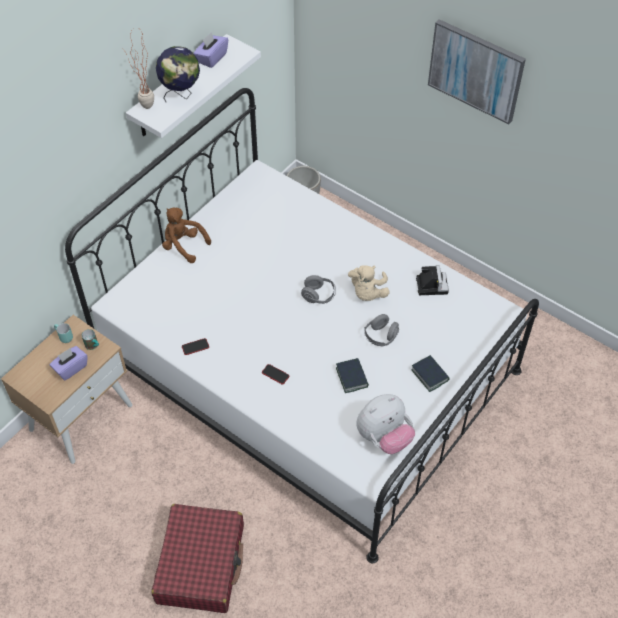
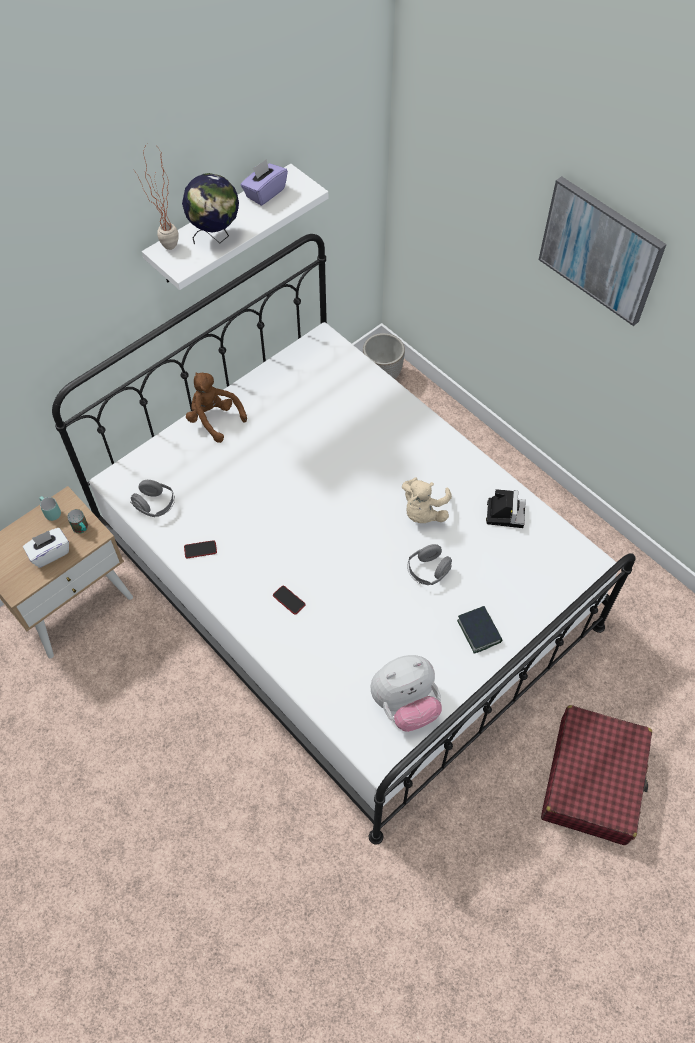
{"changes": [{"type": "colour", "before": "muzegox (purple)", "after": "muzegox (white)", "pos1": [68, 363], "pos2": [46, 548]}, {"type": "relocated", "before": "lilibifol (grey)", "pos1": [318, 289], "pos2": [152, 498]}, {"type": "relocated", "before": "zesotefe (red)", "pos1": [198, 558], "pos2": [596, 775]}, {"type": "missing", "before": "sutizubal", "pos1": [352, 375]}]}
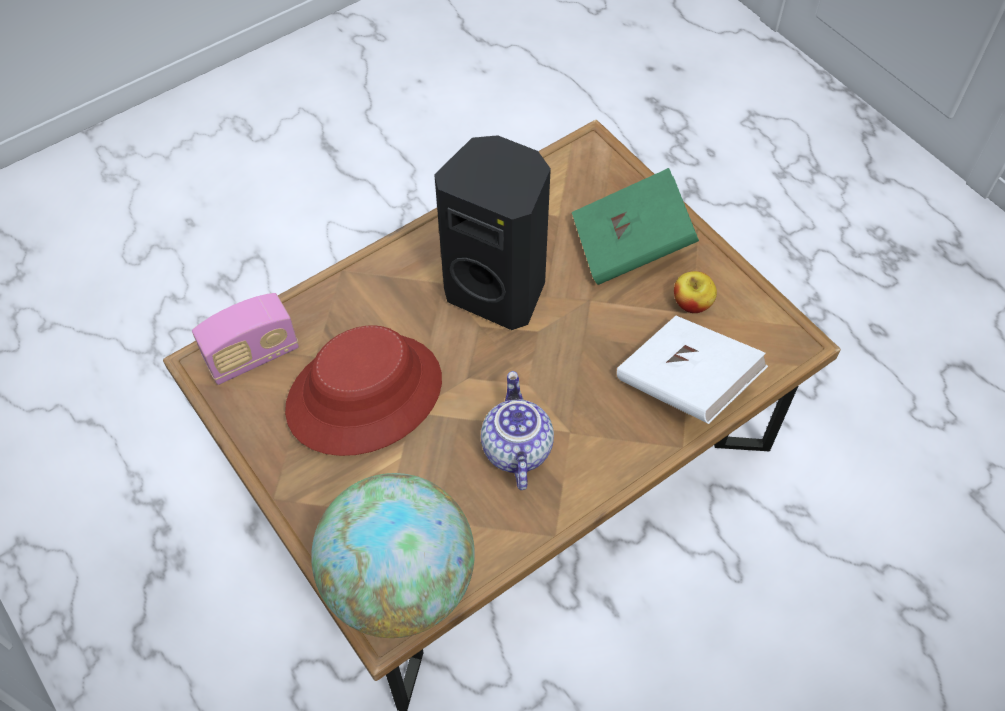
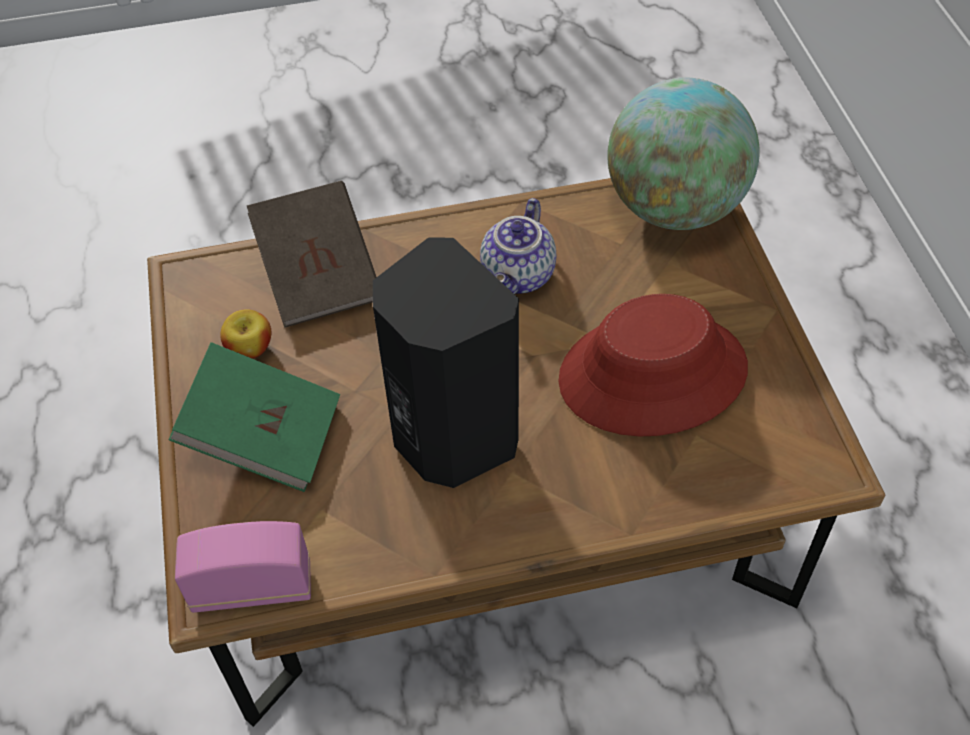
{"changes": [{"type": "relocated", "before": "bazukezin", "pos1": [245, 339], "pos2": [243, 567]}, {"type": "colour", "before": "sutizubal (white)", "after": "sutizubal (brown)", "pos1": [692, 370], "pos2": [312, 254]}]}
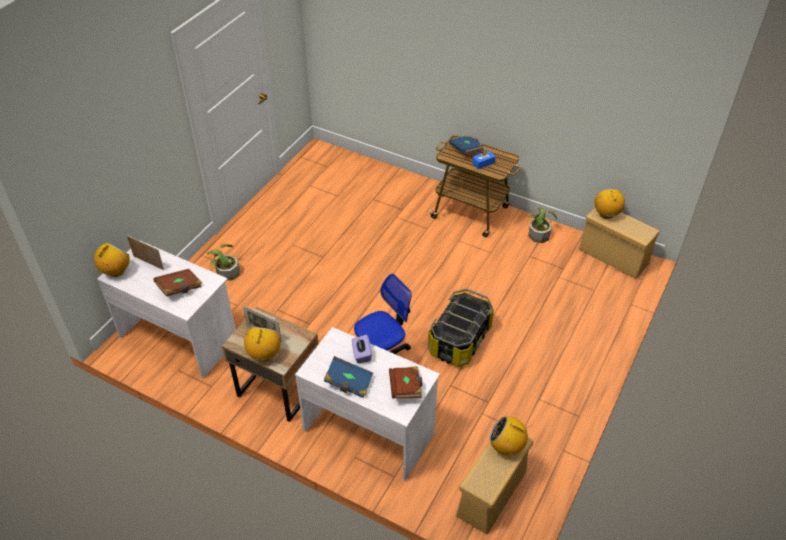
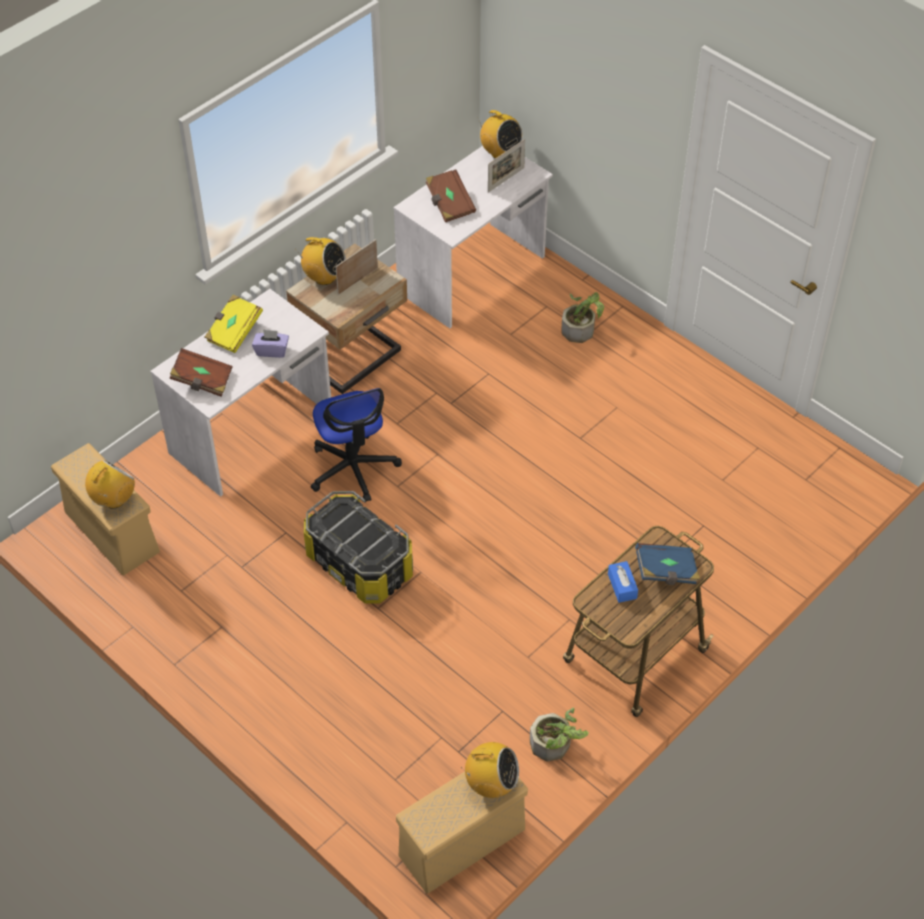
{"changes": [{"type": "colour", "before": "sutizubal (blue)", "after": "sutizubal (yellow)", "pos1": [348, 377], "pos2": [233, 323]}]}
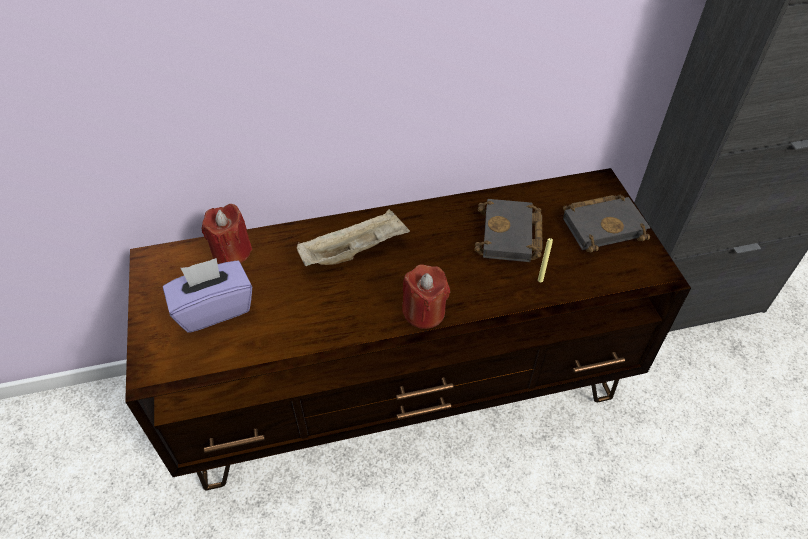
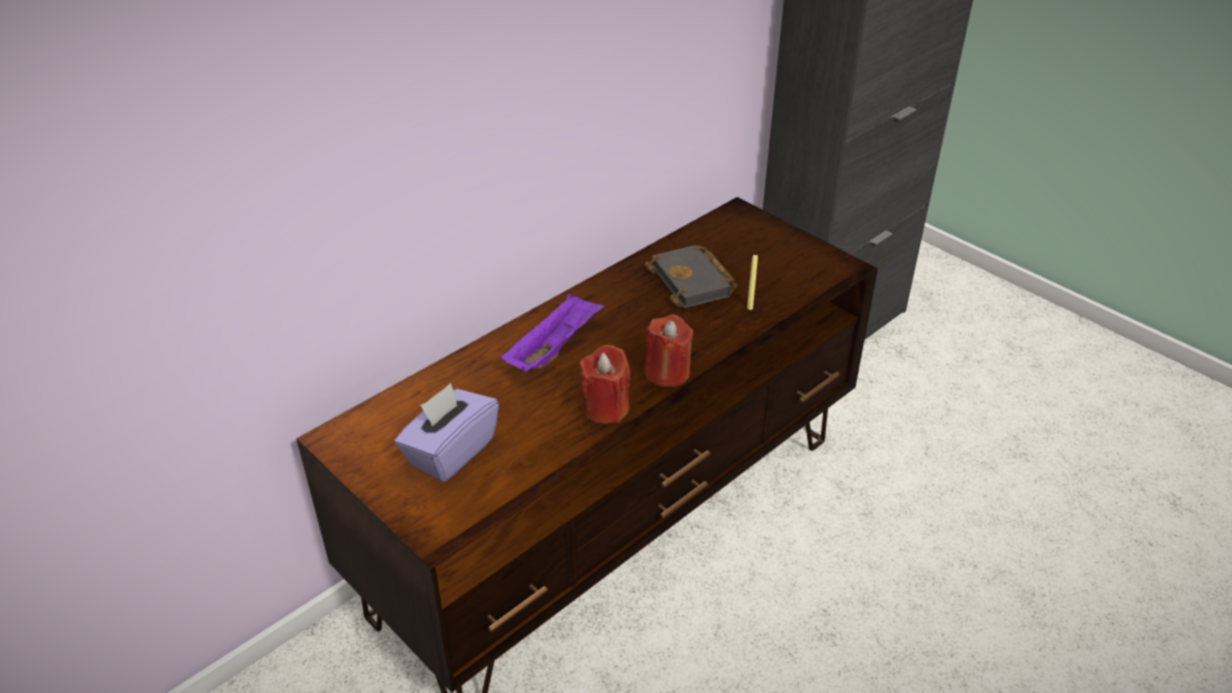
{"changes": [{"type": "colour", "before": "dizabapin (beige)", "after": "dizabapin (purple)", "pos1": [353, 237], "pos2": [553, 332]}, {"type": "relocated", "before": "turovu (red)", "pos1": [227, 234], "pos2": [605, 384]}, {"type": "missing", "before": "sutizubal (black)", "pos1": [607, 223]}]}
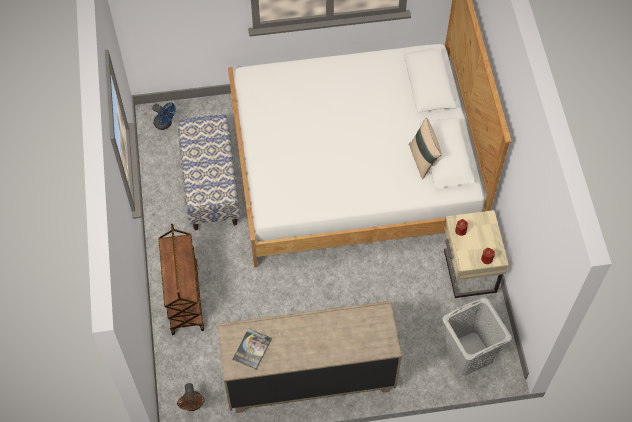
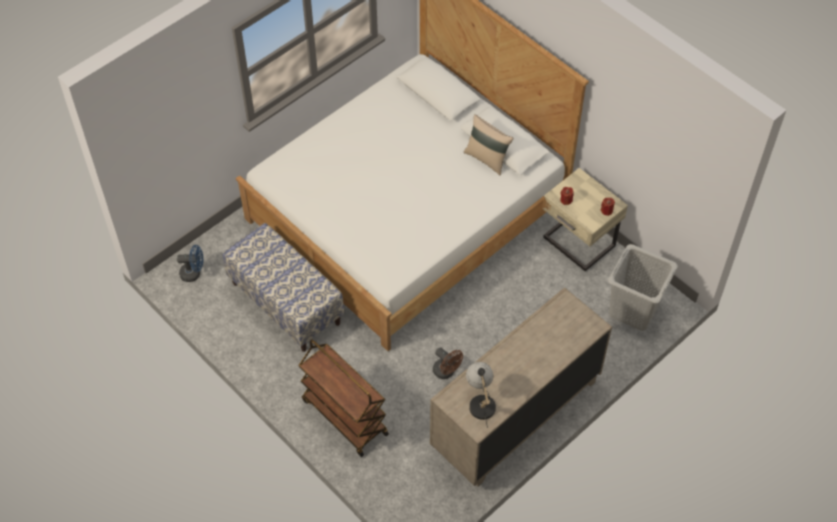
{"changes": [{"type": "relocated", "before": "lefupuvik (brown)", "pos1": [191, 397], "pos2": [448, 363]}, {"type": "exchanged", "before": "sutizubal", "after": "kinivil", "pos1": [252, 349], "pos2": [481, 395]}]}
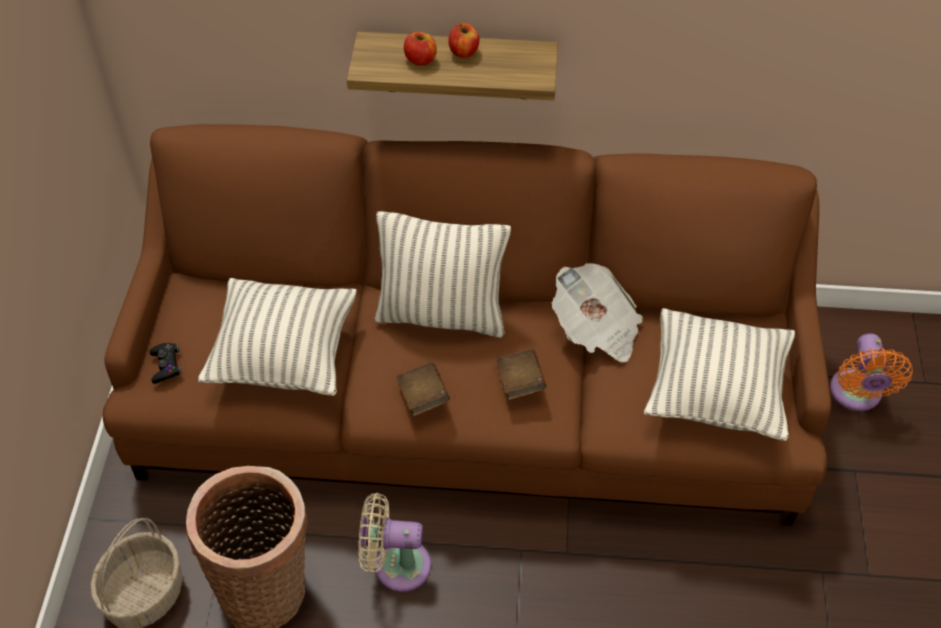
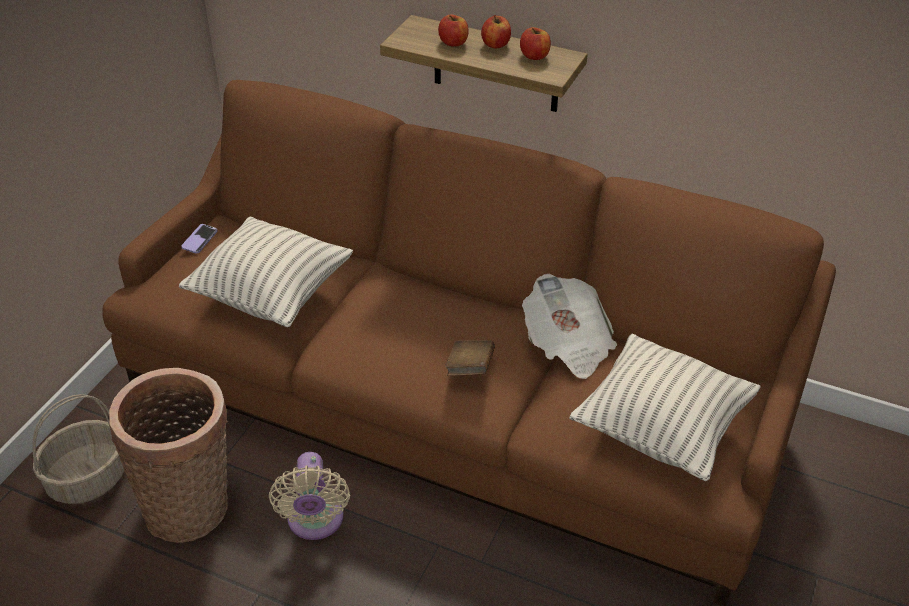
{"changes": [{"type": "appeared", "after": "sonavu", "pos2": [199, 239]}, {"type": "spun", "before": "lefupuvik (beige)", "pos1": [395, 542], "pos2": [309, 496], "turn": -120}, {"type": "appeared", "after": "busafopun", "pos2": [535, 43]}, {"type": "missing", "before": "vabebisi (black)", "pos1": [165, 363]}, {"type": "missing", "before": "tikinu", "pos1": [443, 274]}, {"type": "missing", "before": "sutizubal (brown)", "pos1": [423, 389]}, {"type": "missing", "before": "lefupuvik (orange)", "pos1": [871, 372]}]}
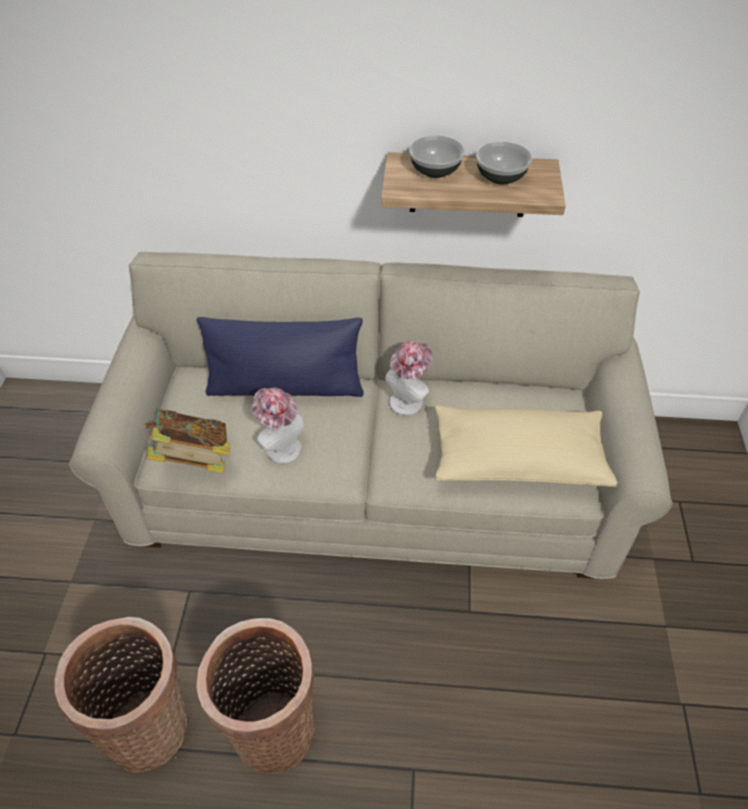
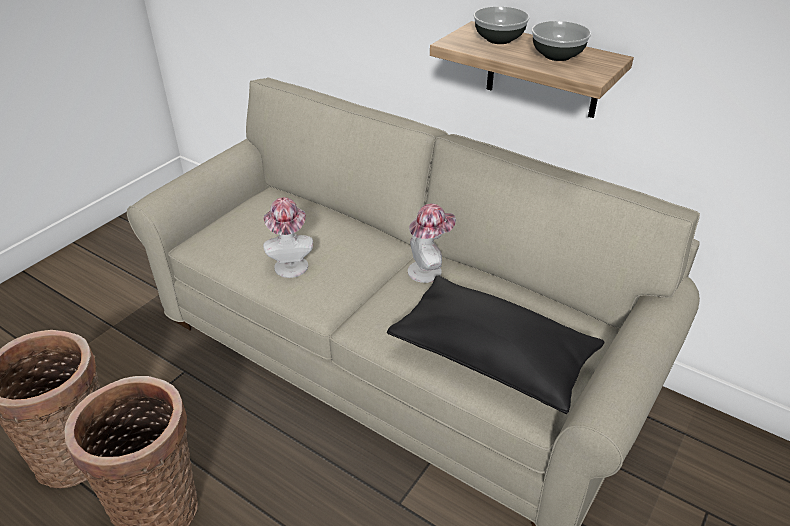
{"changes": [{"type": "colour", "before": "tikinu (beige)", "after": "tikinu (black)", "pos1": [526, 446], "pos2": [495, 344]}, {"type": "missing", "before": "sutizubal", "pos1": [187, 441]}, {"type": "missing", "before": "tikinu (blue)", "pos1": [280, 357]}]}
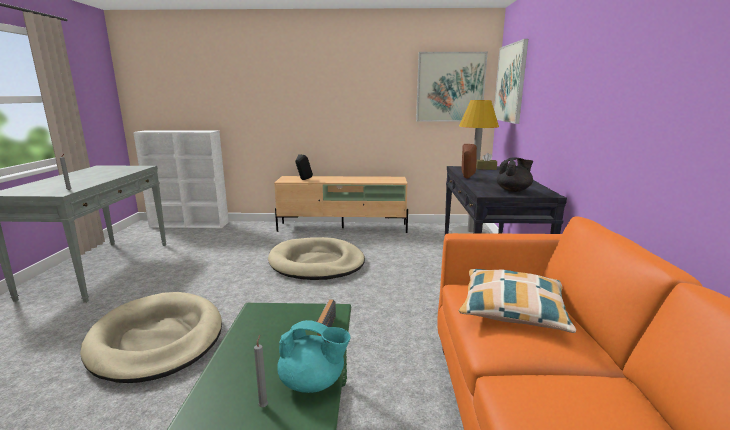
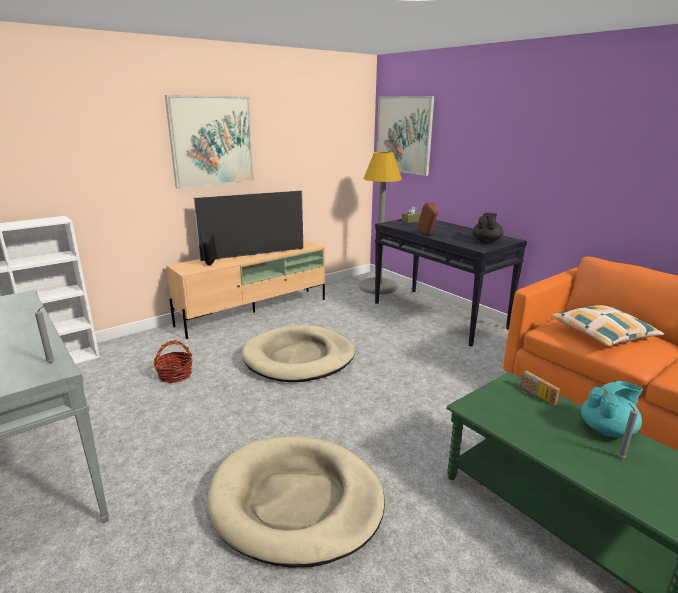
{"changes": [{"type": "appeared", "after": "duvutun", "pos2": [173, 361]}, {"type": "relocated", "before": "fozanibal", "pos1": [452, 87], "pos2": [209, 142]}, {"type": "appeared", "after": "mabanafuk", "pos2": [248, 225]}]}
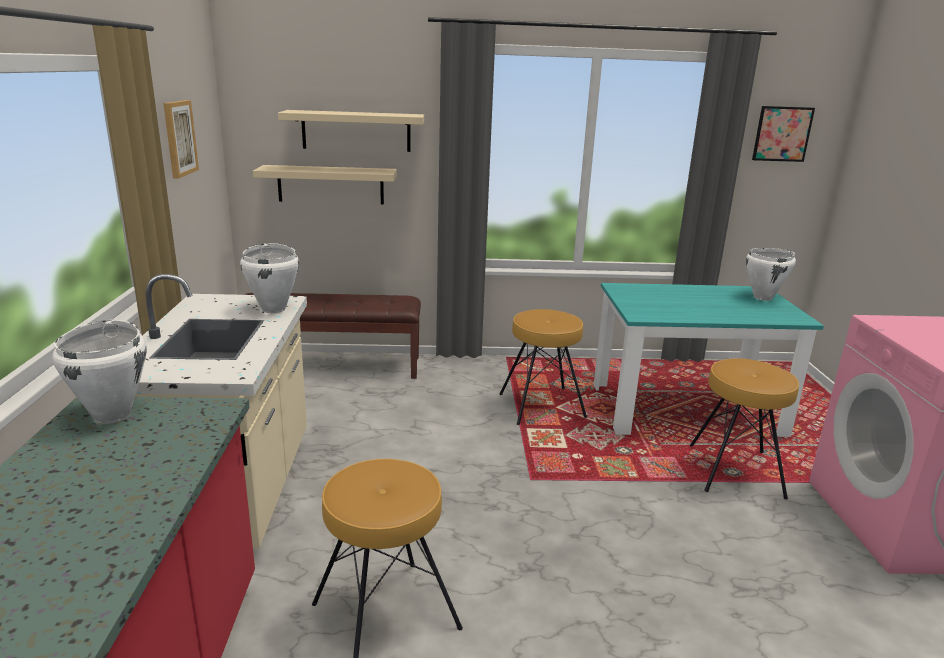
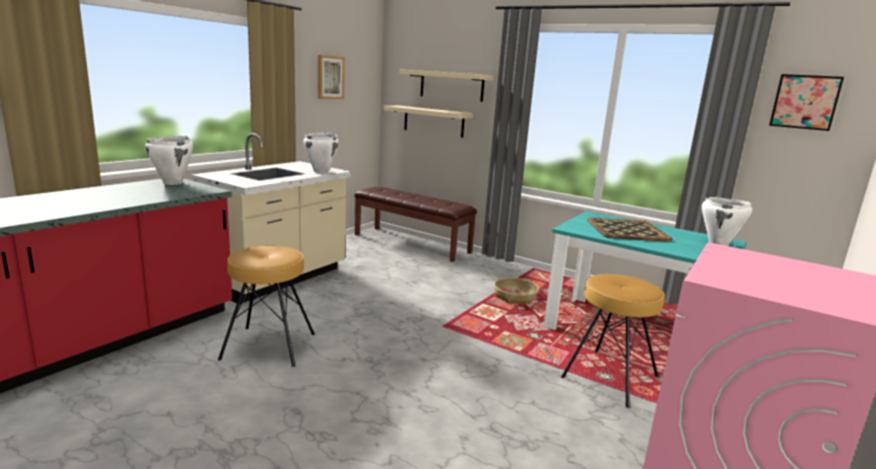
{"changes": [{"type": "exchanged", "before": "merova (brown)", "after": "duvutun", "pos1": [543, 367], "pos2": [516, 291]}, {"type": "appeared", "after": "dizabapin", "pos2": [629, 230]}]}
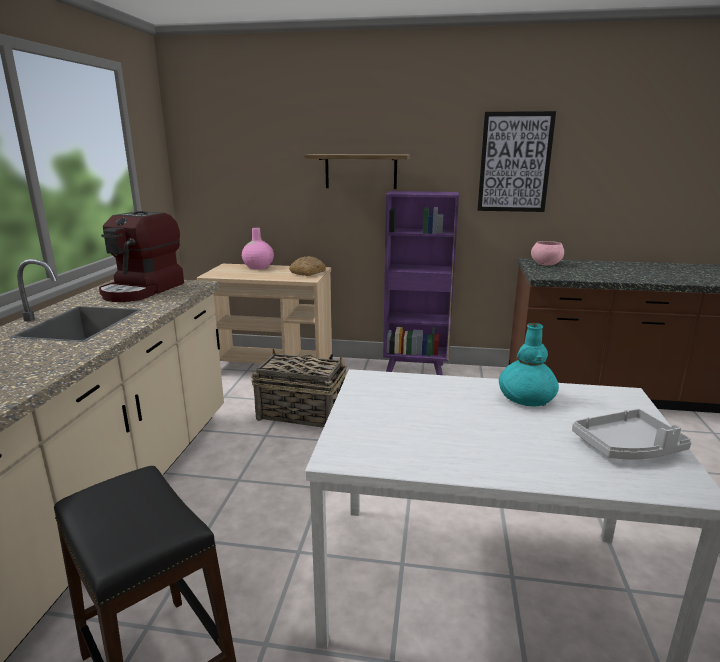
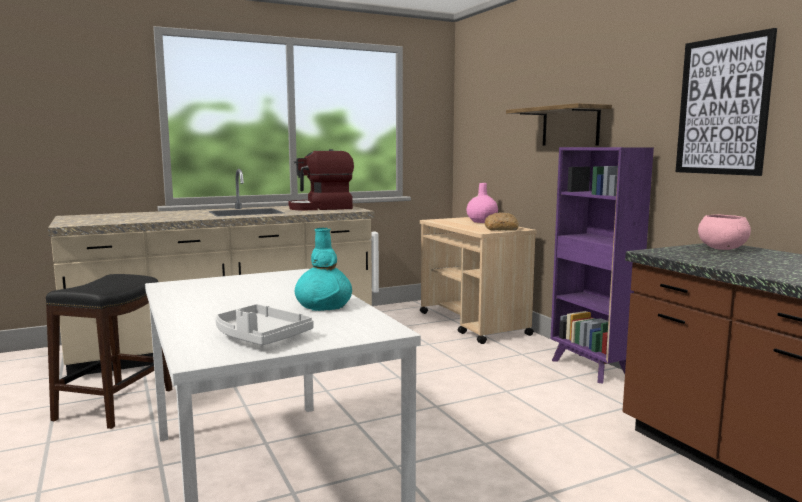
{"changes": [{"type": "missing", "before": "duvutun", "pos1": [299, 388]}]}
